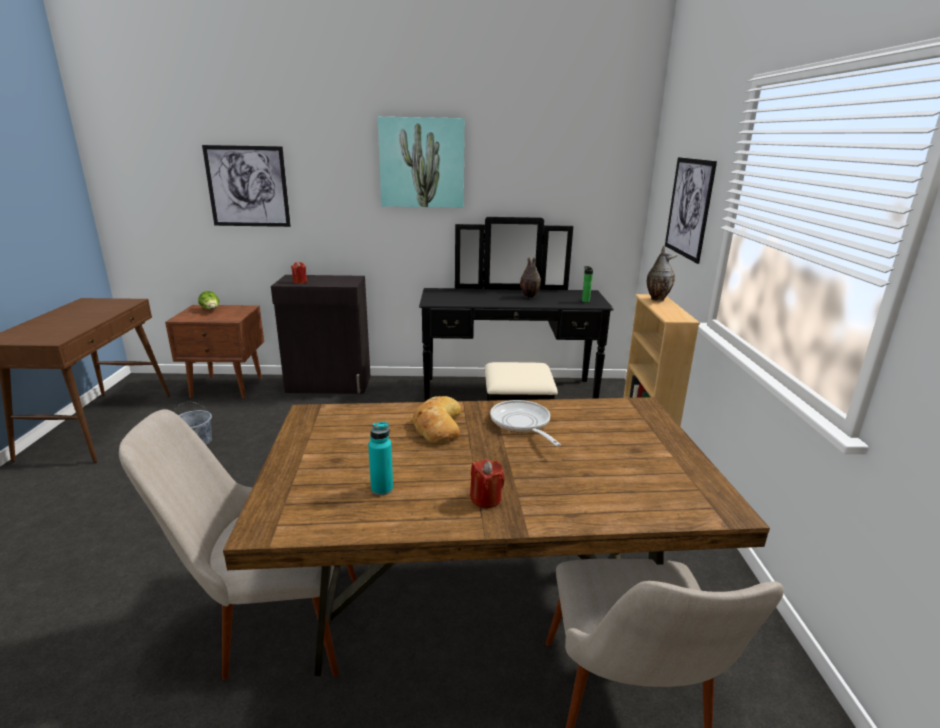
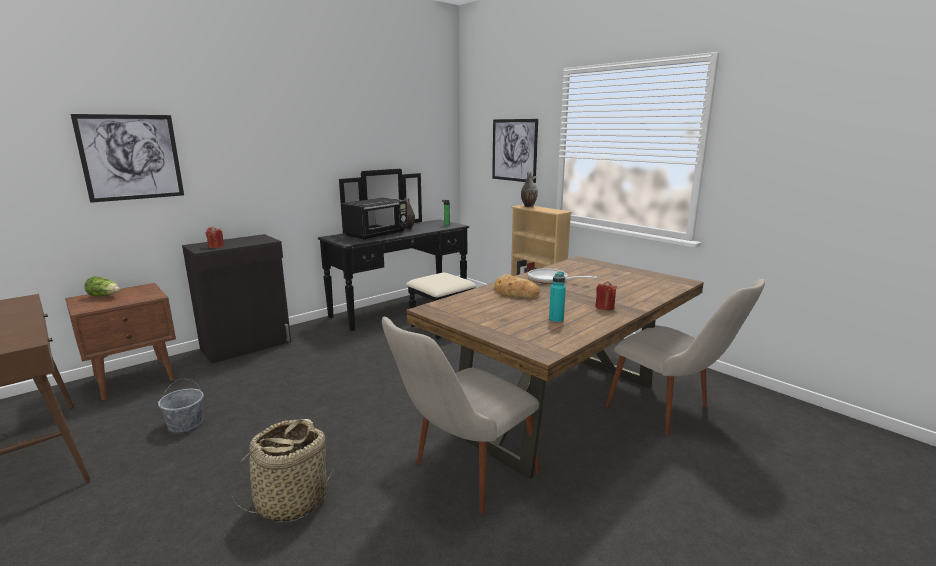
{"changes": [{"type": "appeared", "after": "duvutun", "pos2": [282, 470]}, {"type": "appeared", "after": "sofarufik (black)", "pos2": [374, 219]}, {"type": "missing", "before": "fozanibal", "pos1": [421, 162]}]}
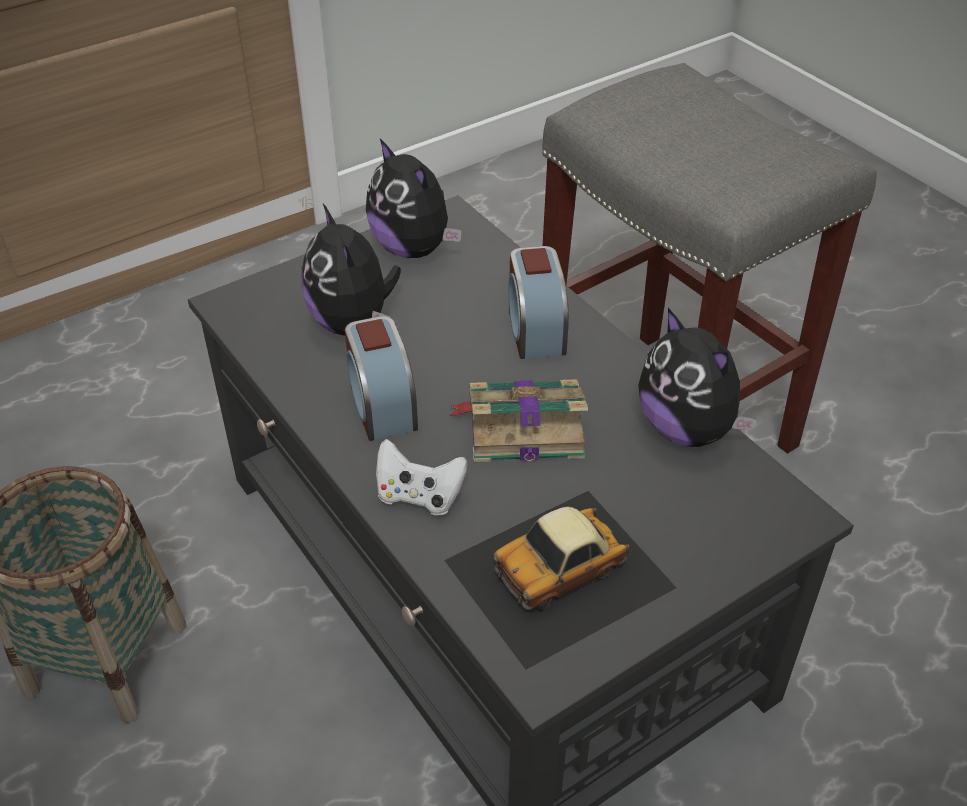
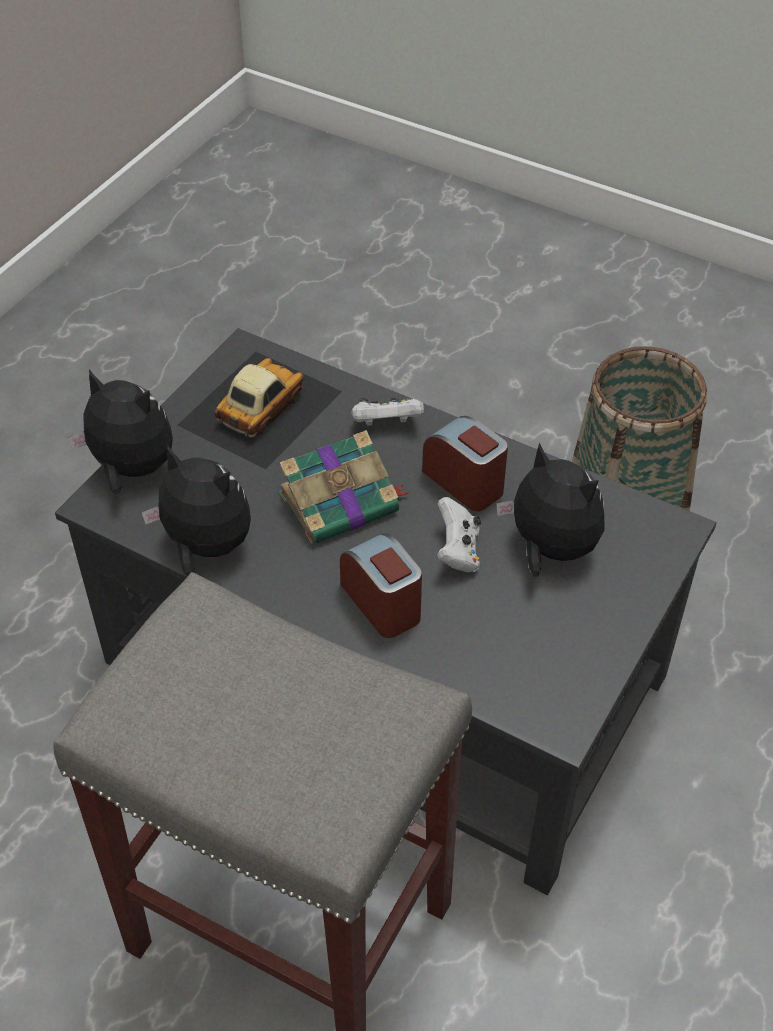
{"changes": [{"type": "relocated", "before": "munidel", "pos1": [414, 198], "pos2": [120, 432]}, {"type": "appeared", "after": "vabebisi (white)", "pos2": [459, 534]}]}
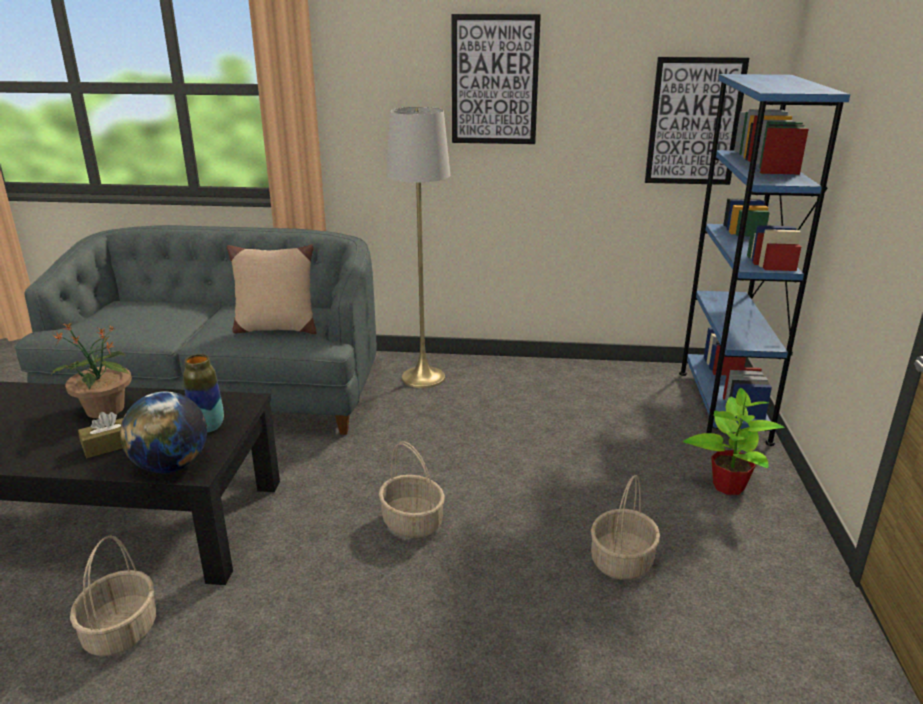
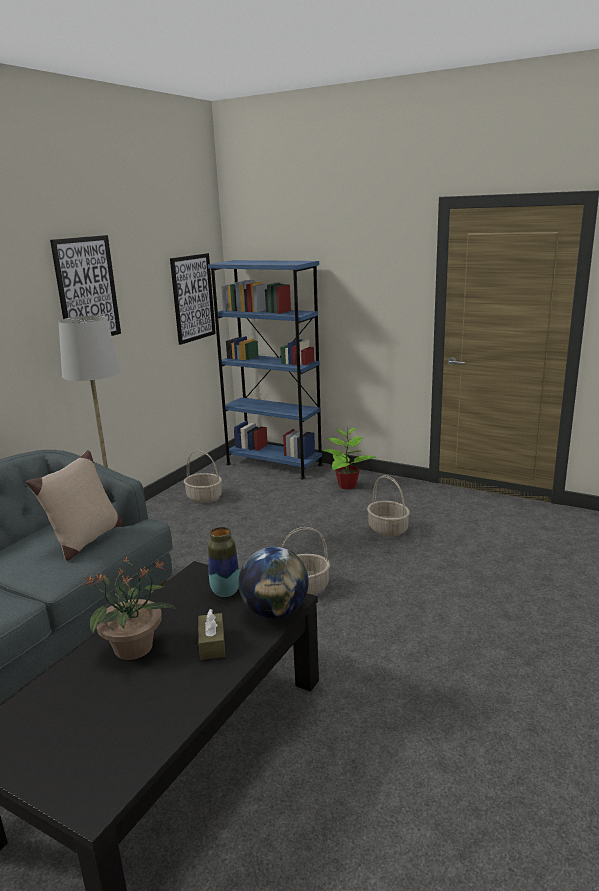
{"changes": [{"type": "relocated", "before": "duvutun", "pos1": [113, 595], "pos2": [203, 476]}]}
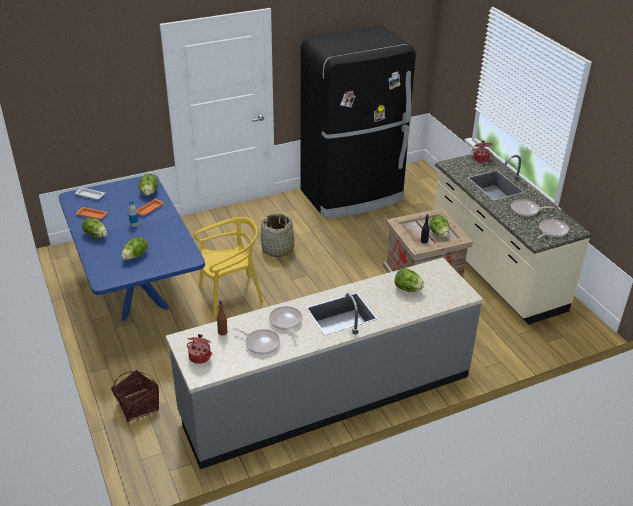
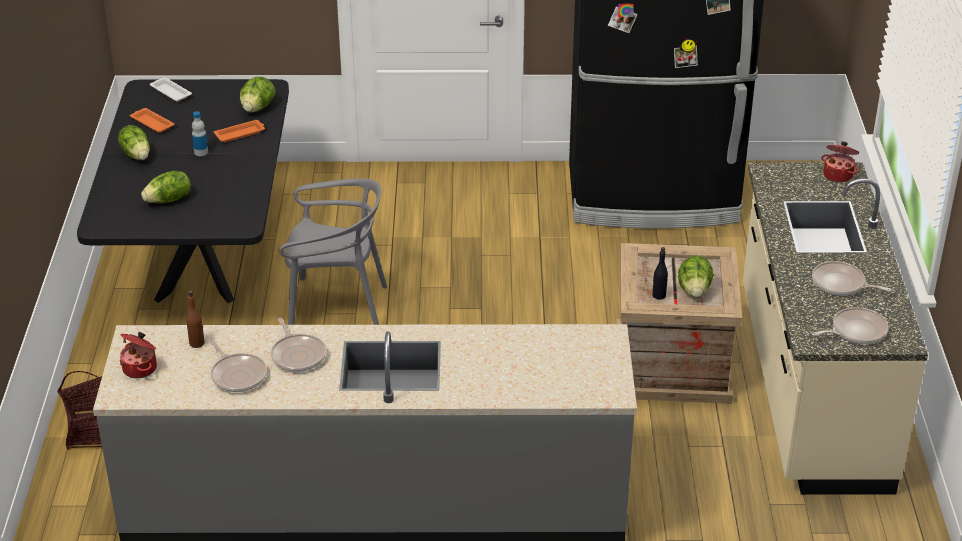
{"changes": [{"type": "colour", "before": "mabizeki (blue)", "after": "mabizeki (black)", "pos1": [132, 247], "pos2": [183, 191]}, {"type": "spun", "before": "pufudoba", "pos1": [285, 322], "pos2": [298, 345], "turn": 150}, {"type": "colour", "before": "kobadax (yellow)", "after": "kobadax (grey)", "pos1": [229, 267], "pos2": [333, 251]}, {"type": "missing", "before": "duvutun", "pos1": [279, 235]}, {"type": "missing", "before": "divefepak", "pos1": [409, 280]}]}
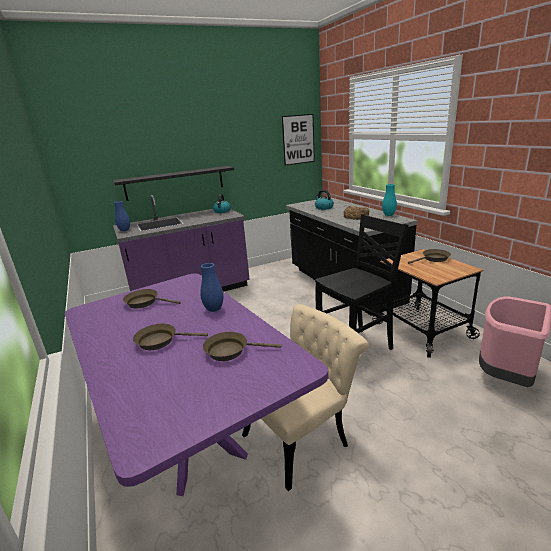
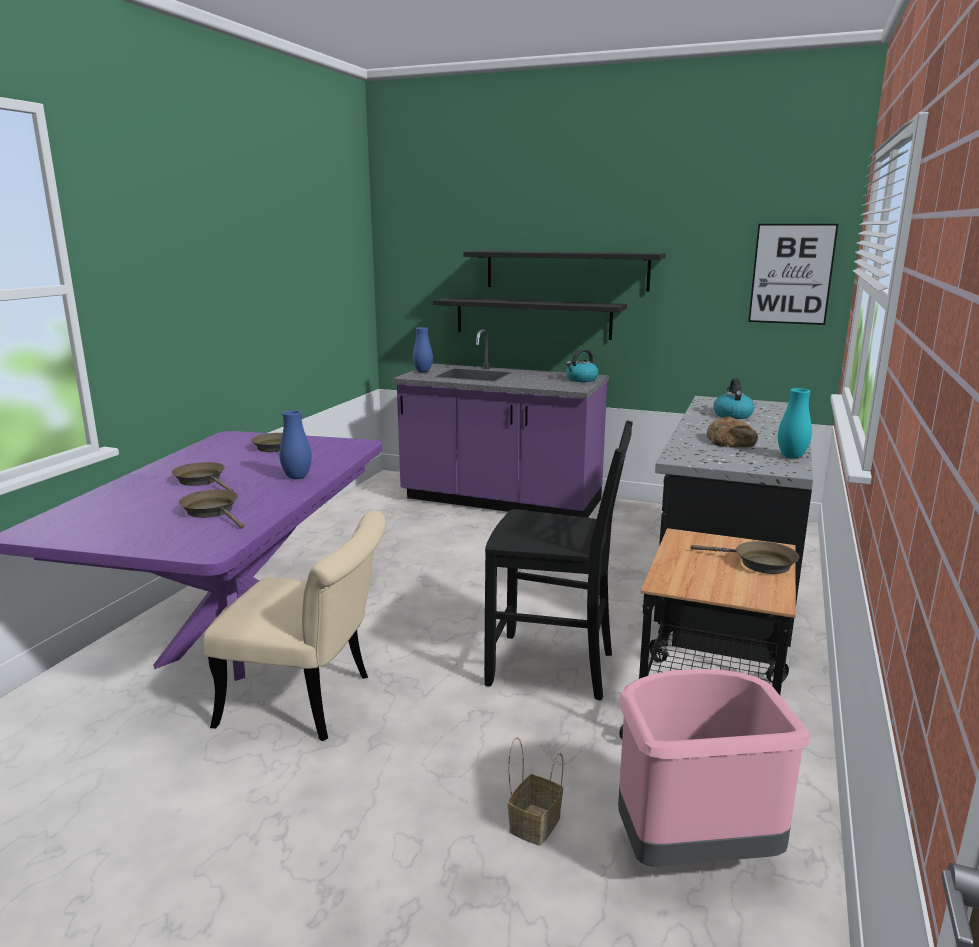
{"changes": [{"type": "appeared", "after": "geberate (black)", "pos2": [564, 271]}, {"type": "appeared", "after": "duvutun", "pos2": [535, 791]}]}
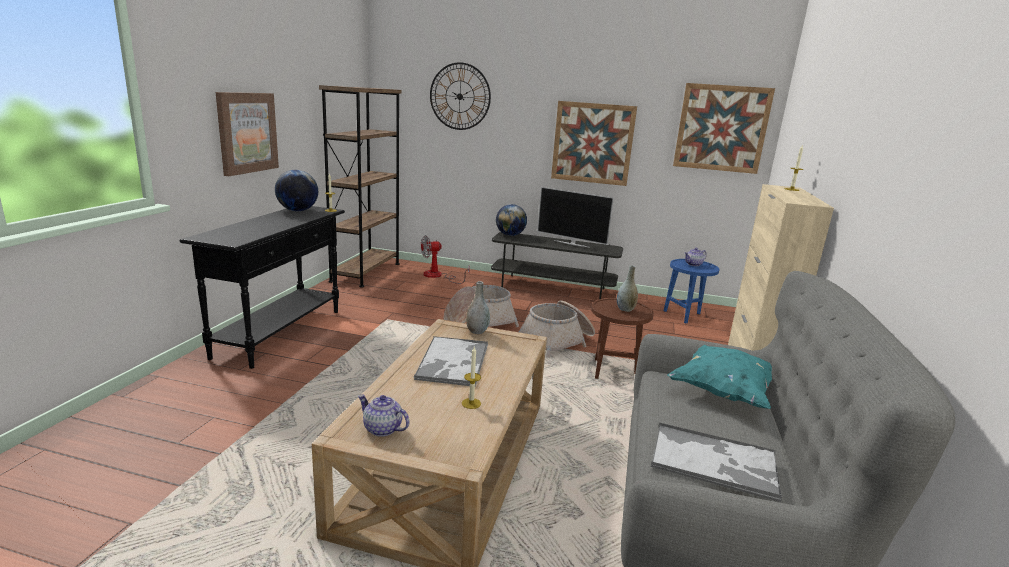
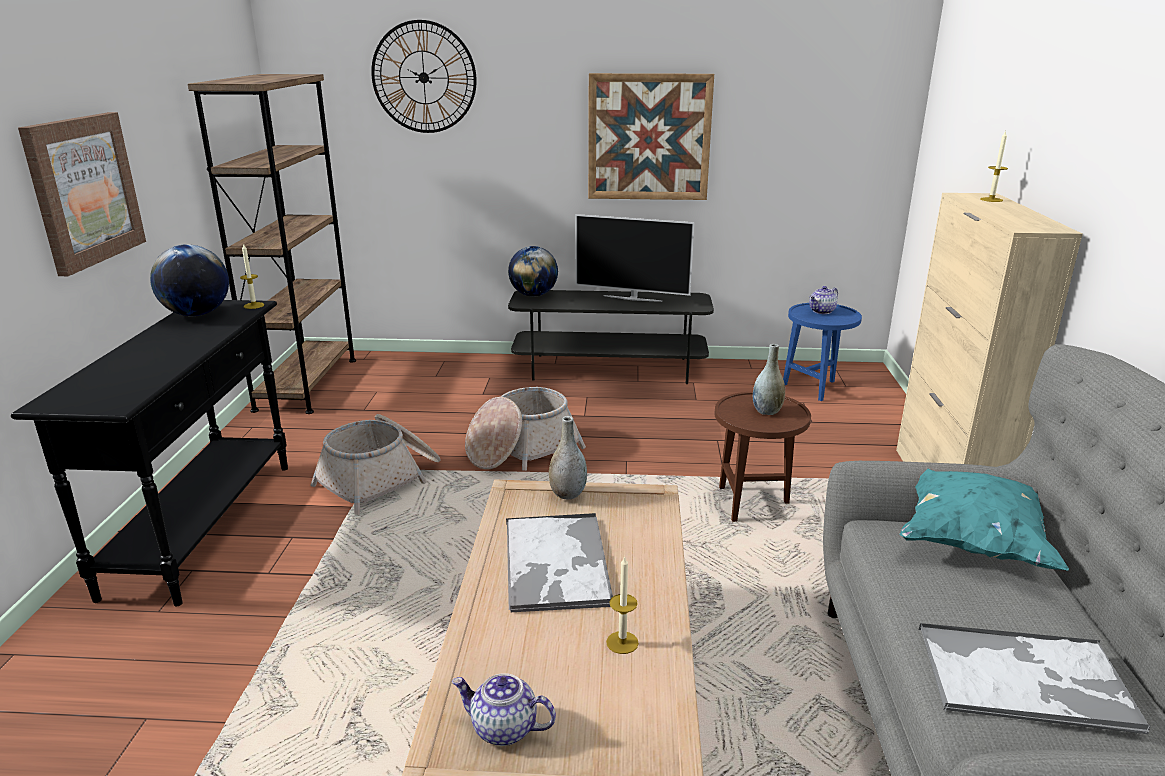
{"changes": [{"type": "relocated", "before": "duvutun", "pos1": [557, 329], "pos2": [376, 464]}, {"type": "missing", "before": "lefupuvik", "pos1": [445, 259]}, {"type": "missing", "before": "fozanibal", "pos1": [724, 128]}]}
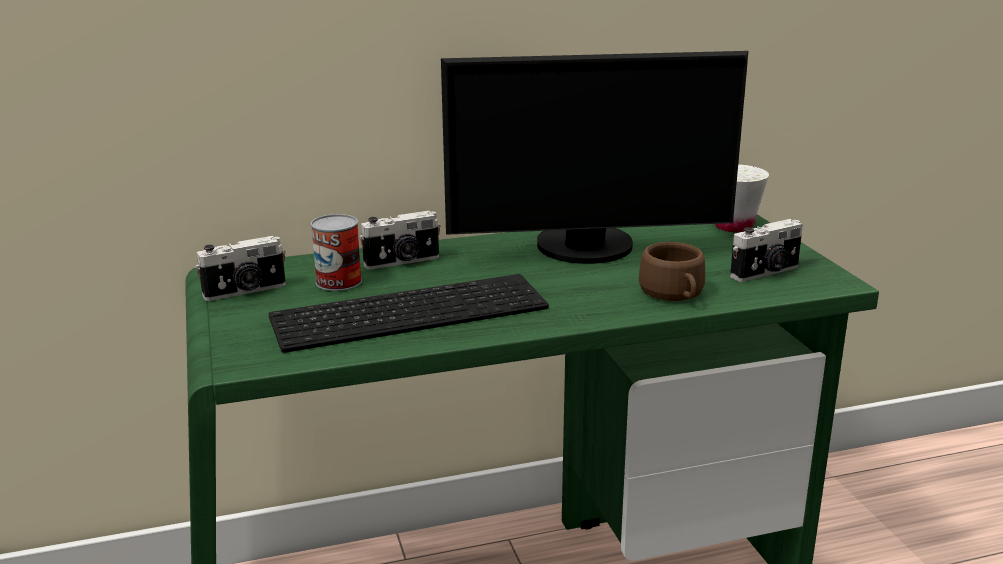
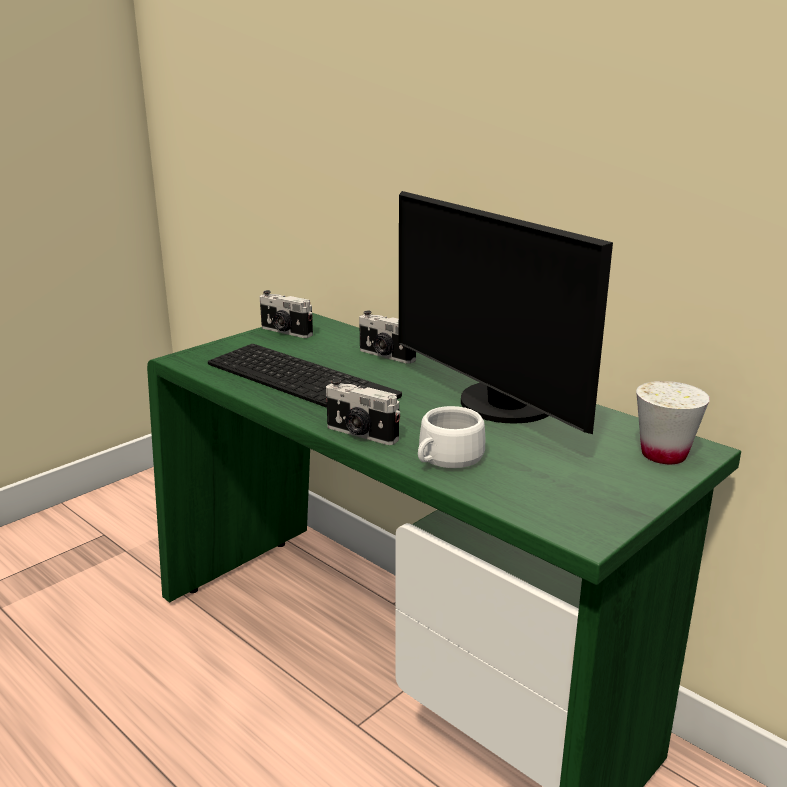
{"changes": [{"type": "relocated", "before": "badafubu", "pos1": [766, 250], "pos2": [363, 412]}, {"type": "colour", "before": "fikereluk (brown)", "after": "fikereluk (white)", "pos1": [672, 271], "pos2": [451, 437]}, {"type": "missing", "before": "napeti", "pos1": [336, 252]}]}
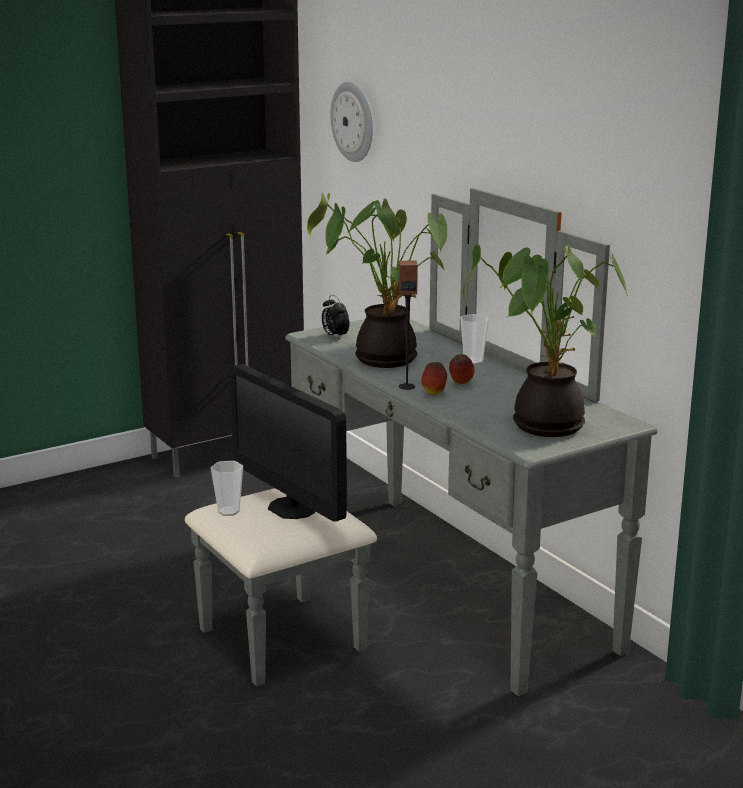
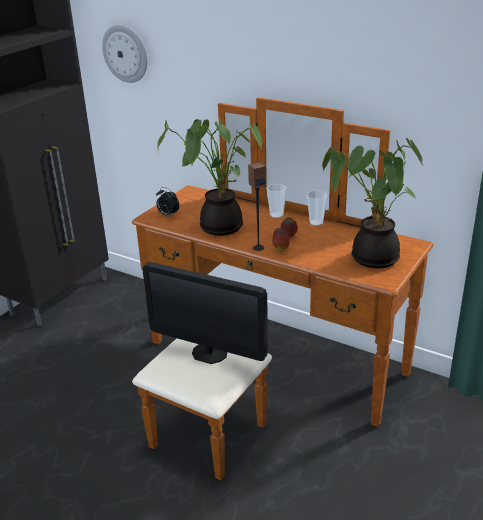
{"changes": [{"type": "colour", "before": "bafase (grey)", "after": "bafase (brown)", "pos1": [421, 442], "pos2": [282, 288]}, {"type": "relocated", "before": "fikereluk", "pos1": [227, 488], "pos2": [317, 208]}]}
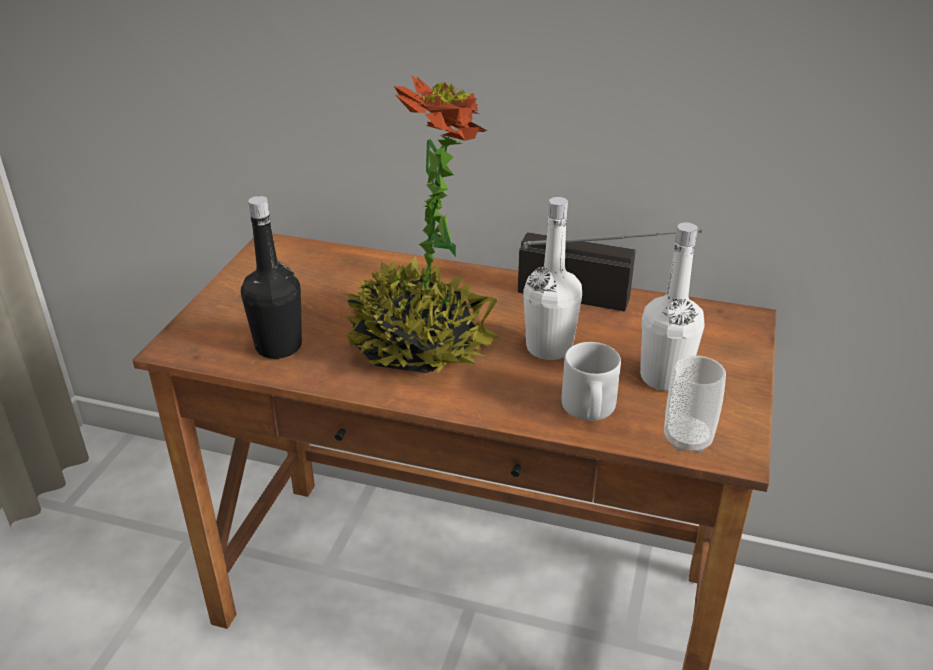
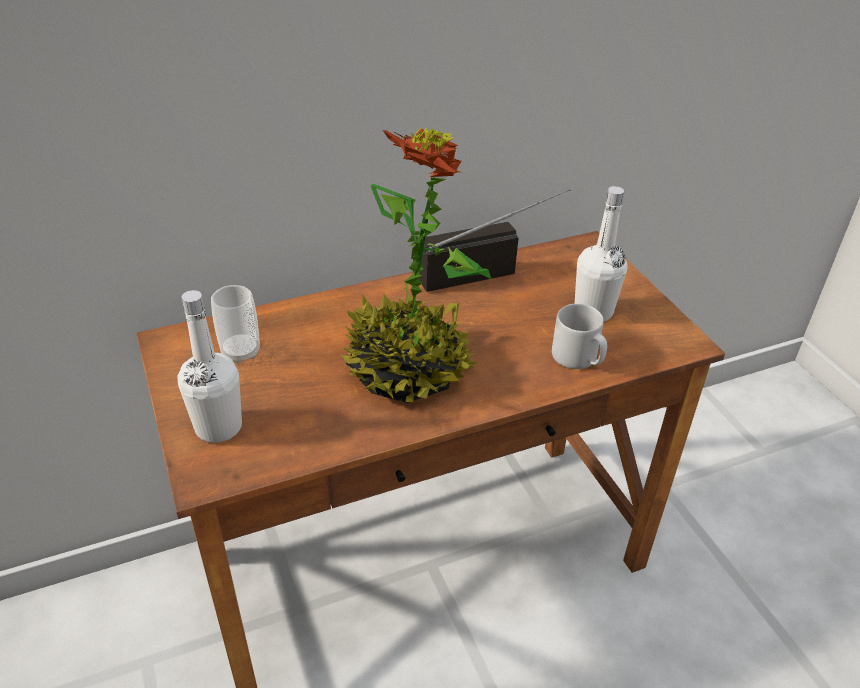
{"changes": [{"type": "relocated", "before": "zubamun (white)", "pos1": [552, 278], "pos2": [209, 366]}, {"type": "relocated", "before": "fikereluk", "pos1": [695, 404], "pos2": [235, 324]}, {"type": "missing", "before": "zubamun (black)", "pos1": [271, 277]}]}
